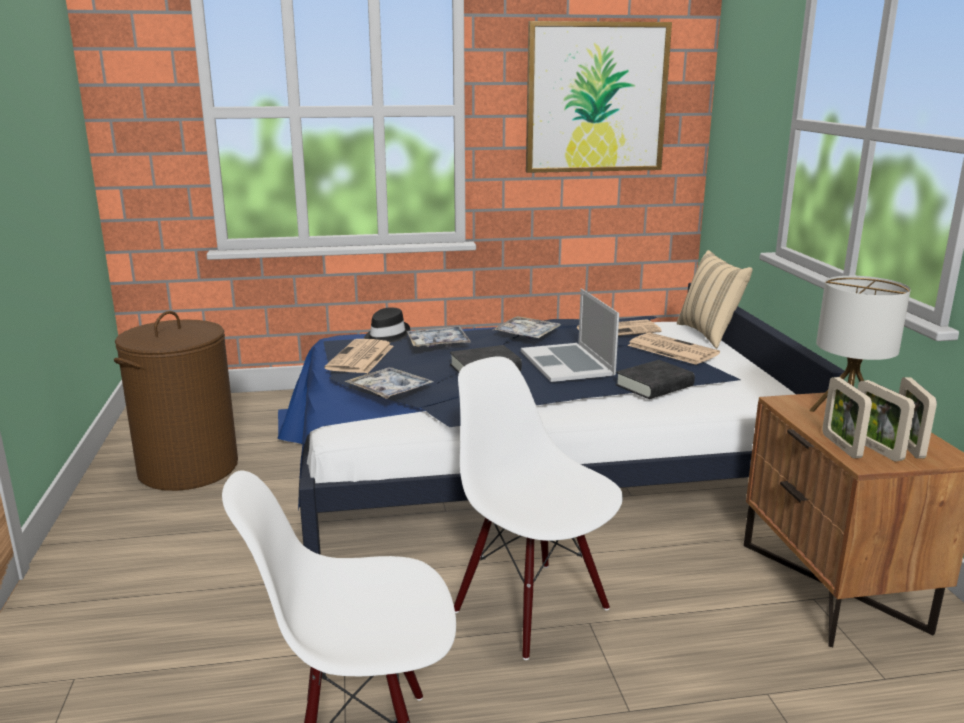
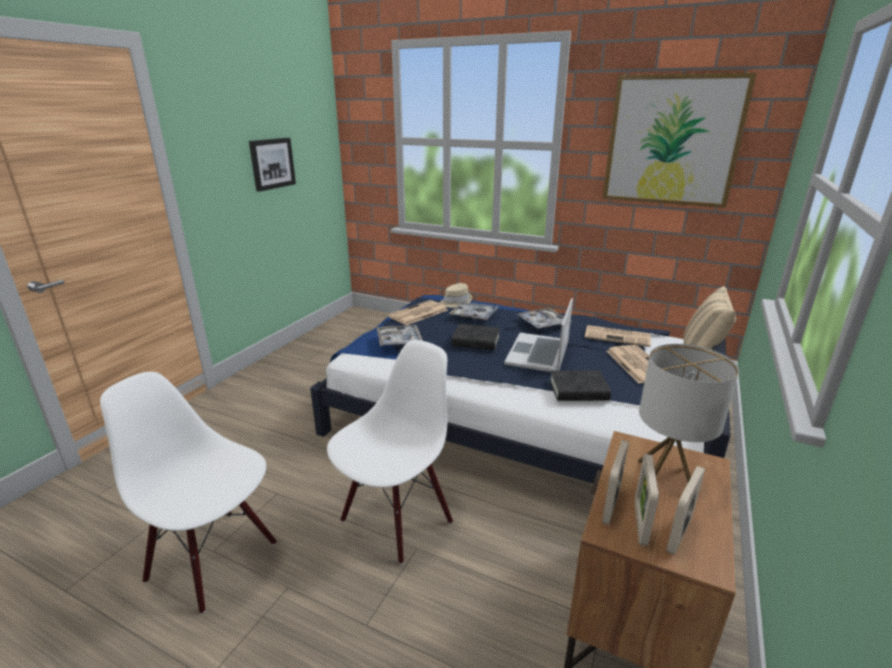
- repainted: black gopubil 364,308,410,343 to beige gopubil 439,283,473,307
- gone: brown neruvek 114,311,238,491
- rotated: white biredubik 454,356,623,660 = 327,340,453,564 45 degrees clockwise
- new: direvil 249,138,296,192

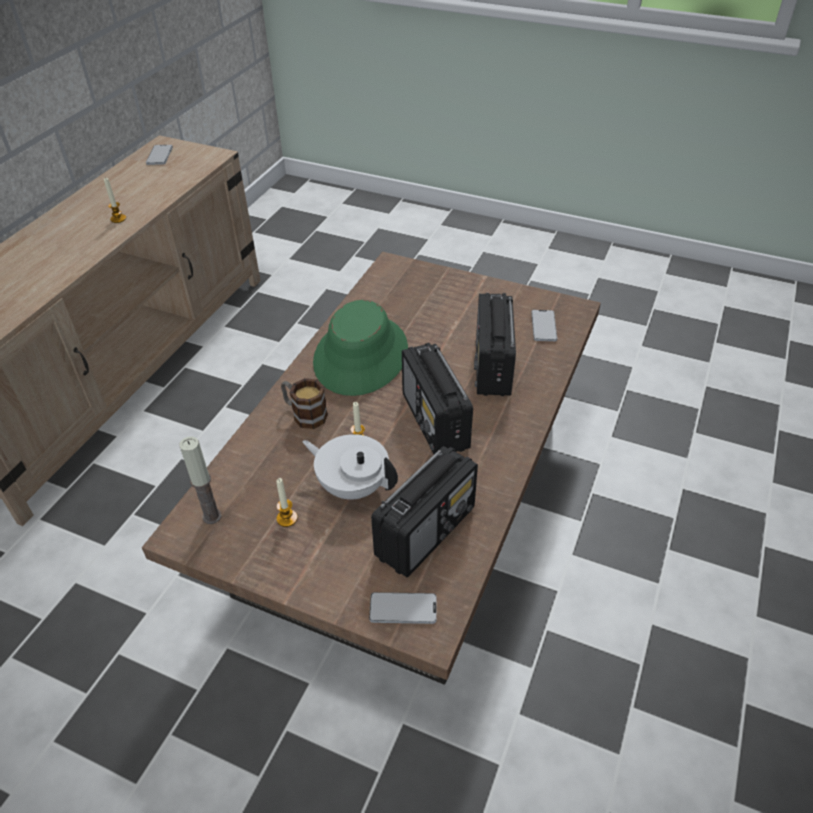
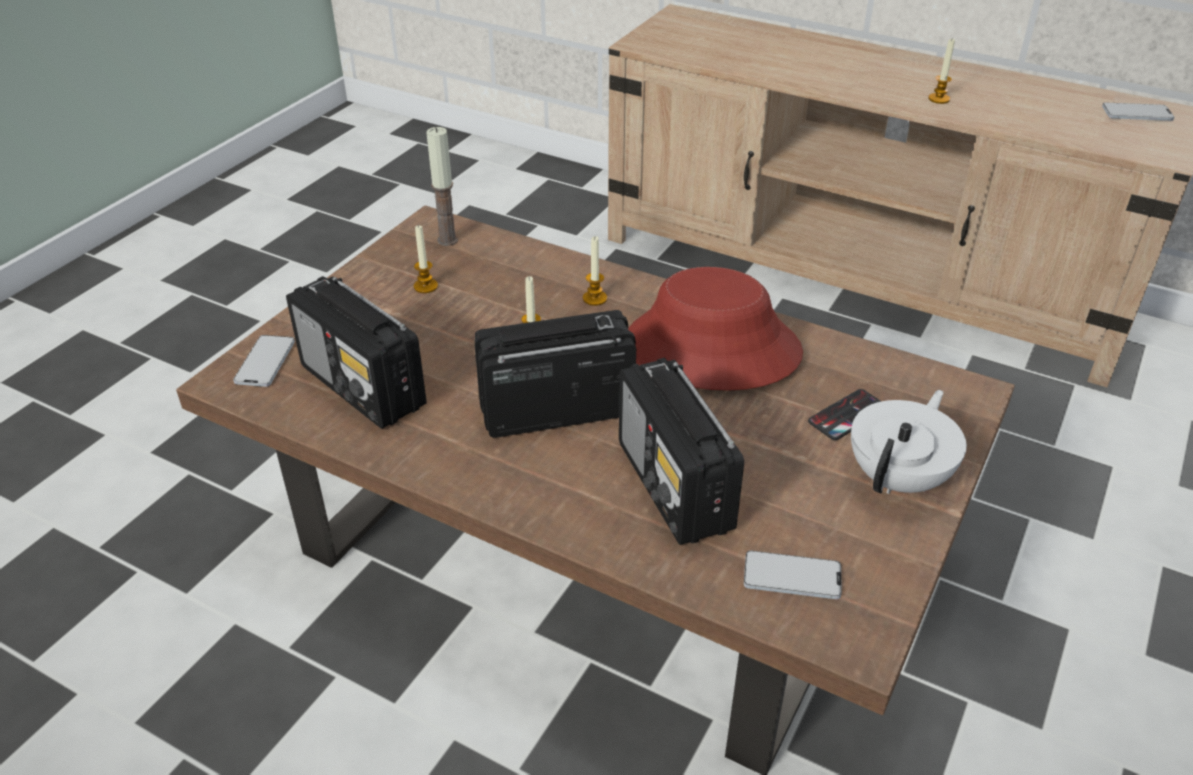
- rotated: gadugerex 474,293,516,396 = 619,358,744,545 120 degrees counterclockwise
- repainted: green gopubil 313,300,408,396 to red gopubil 628,267,803,391
- swapped: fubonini 281,378,328,429 to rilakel 583,236,607,306
- shifted: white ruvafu 302,434,398,500 to 851,390,967,494
- new: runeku 808,389,881,440

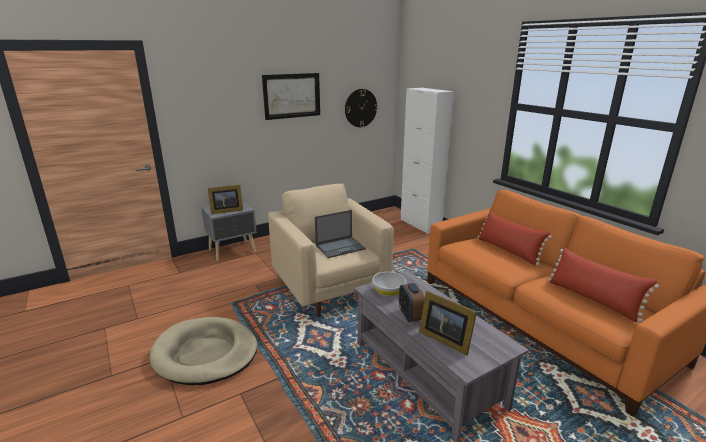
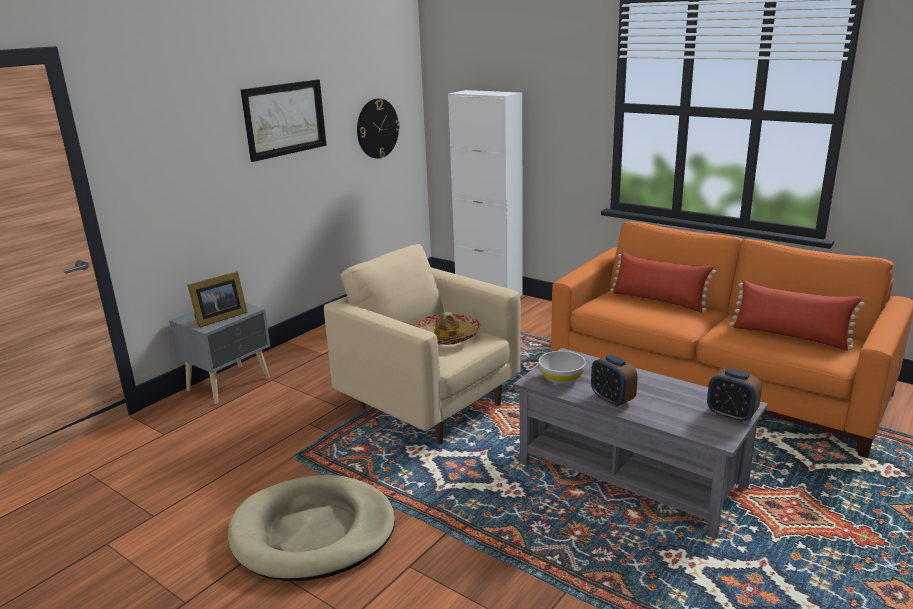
- swapped: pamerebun 315,210,366,258 to gopubil 415,312,481,345
- gone: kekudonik 419,291,477,356
- new: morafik 707,369,762,423

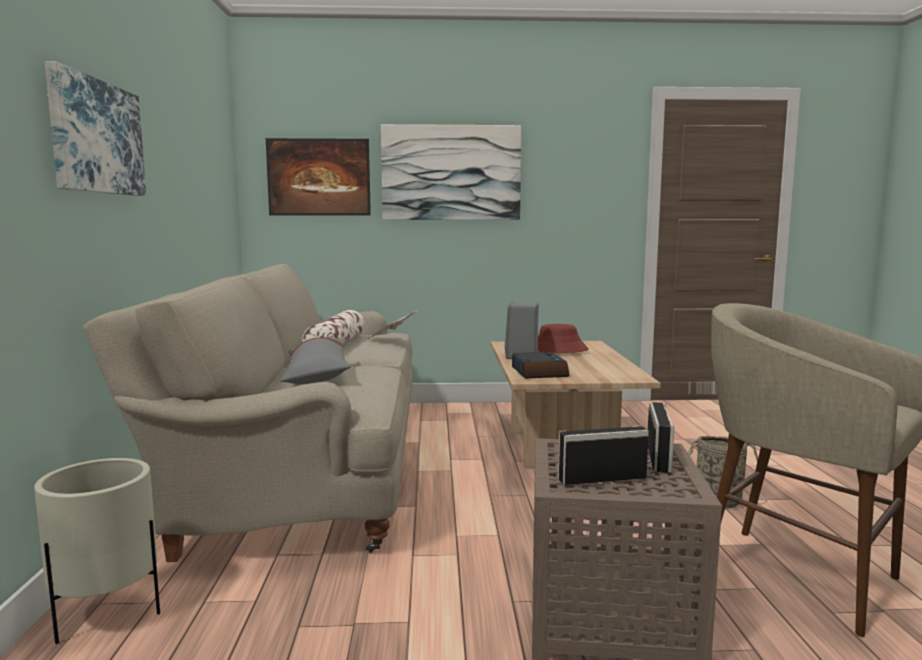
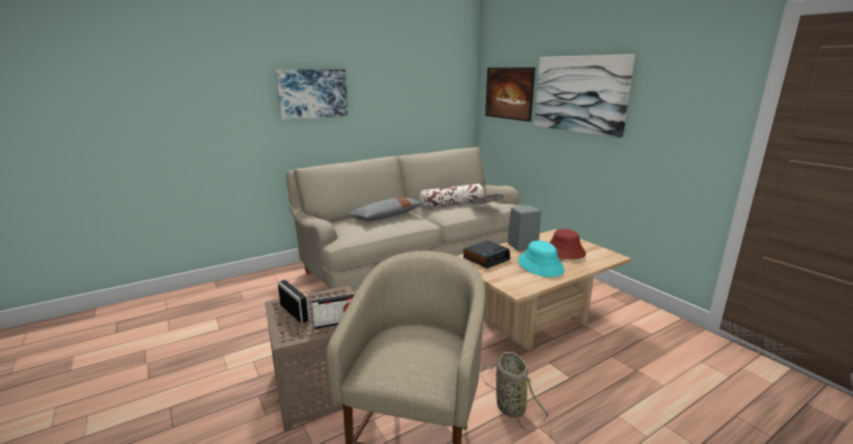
- gone: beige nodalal 34,458,160,644
- new: turquoise gopubil 518,240,565,277

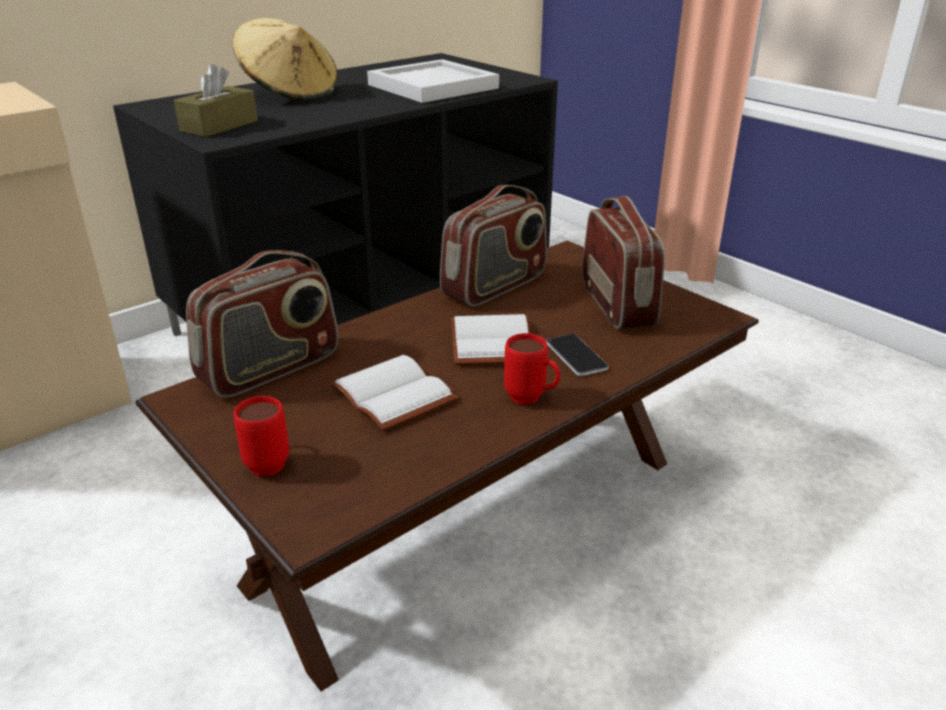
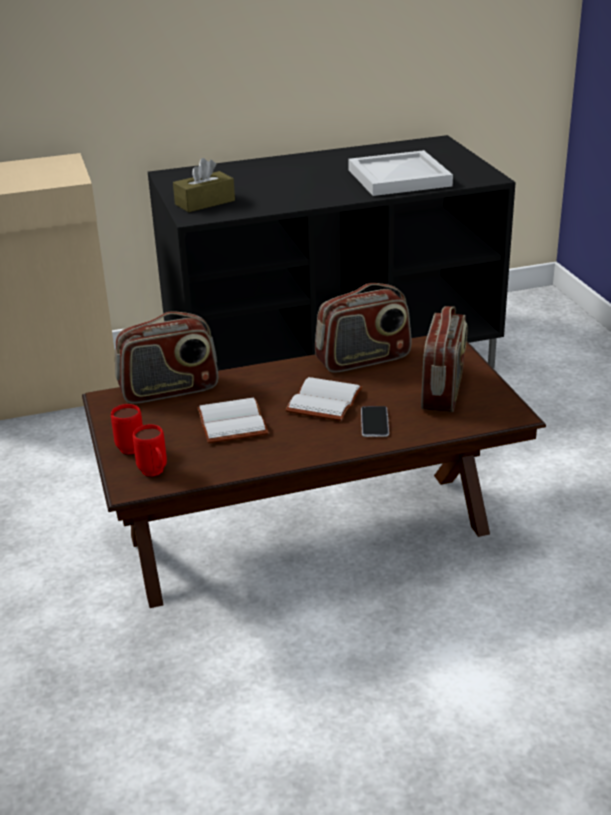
- gone: beige gopubil 233,18,338,101
- shifted: red fubonini 504,333,561,405 to 133,424,167,477

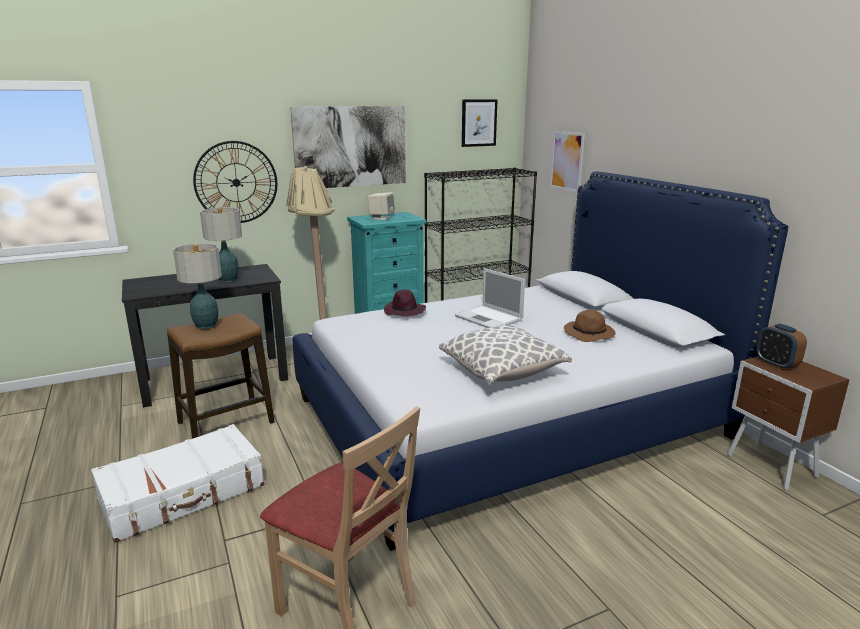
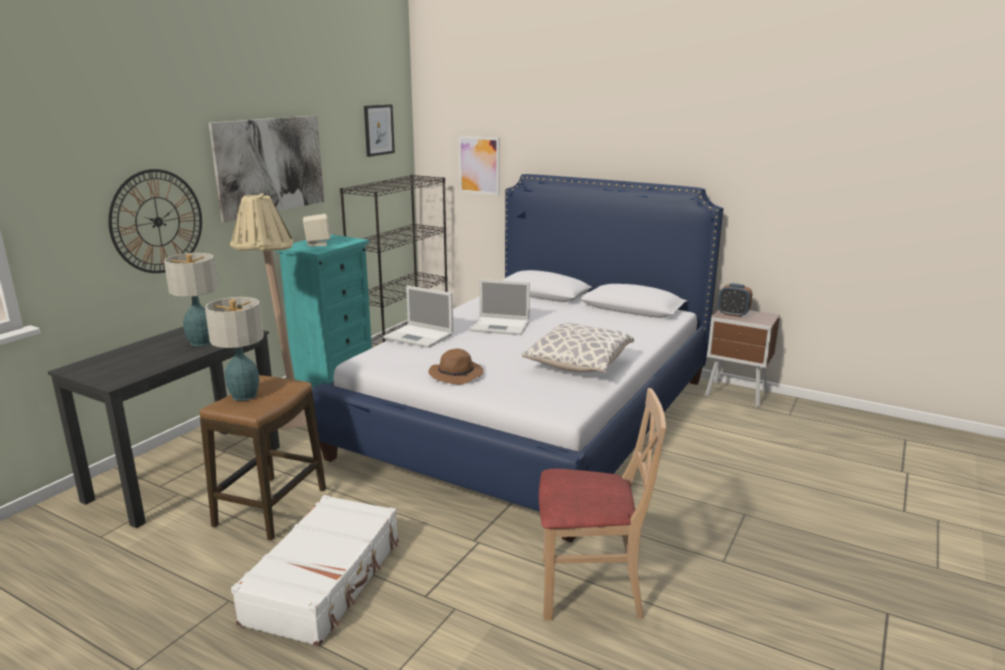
- swapped: purple gopubil 384,289,426,316 to pamerebun 383,285,453,348
- shifted: brown gopubil 564,310,616,342 to 428,348,484,385

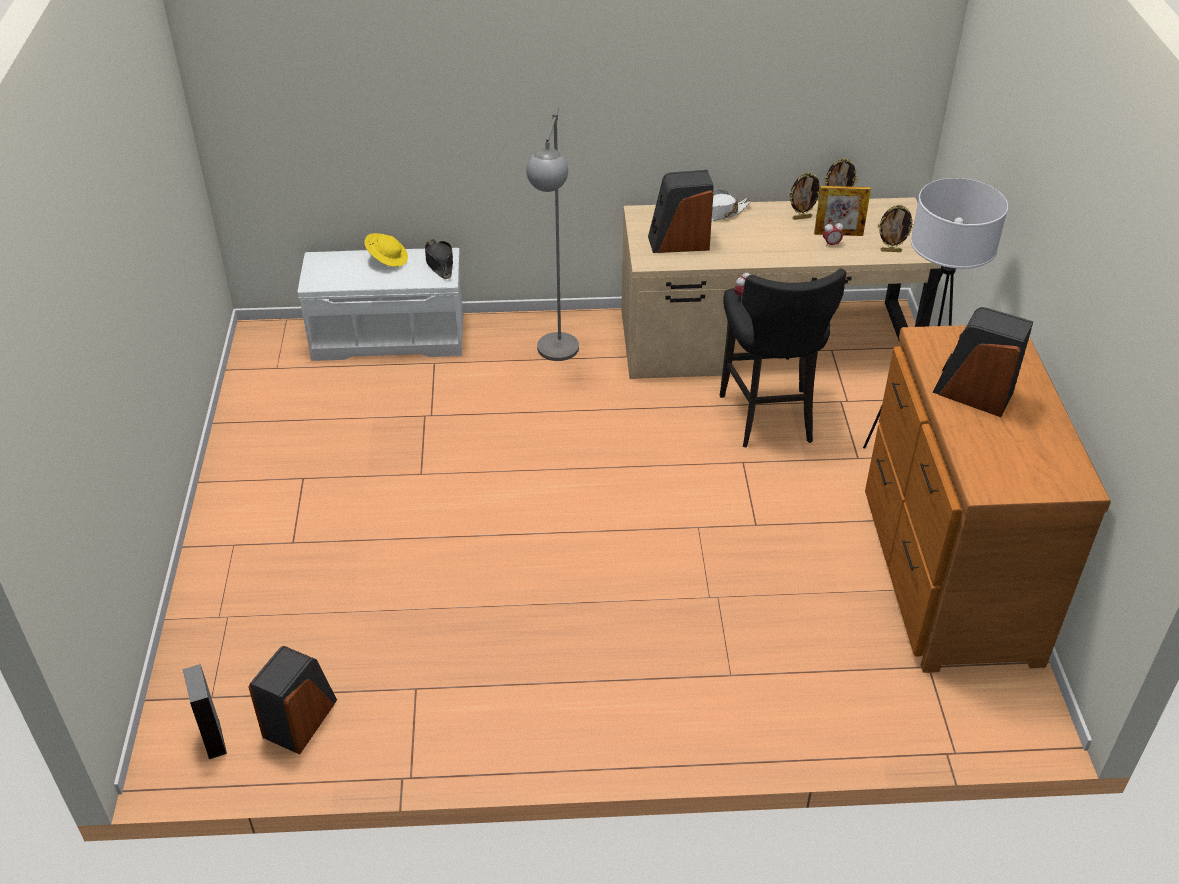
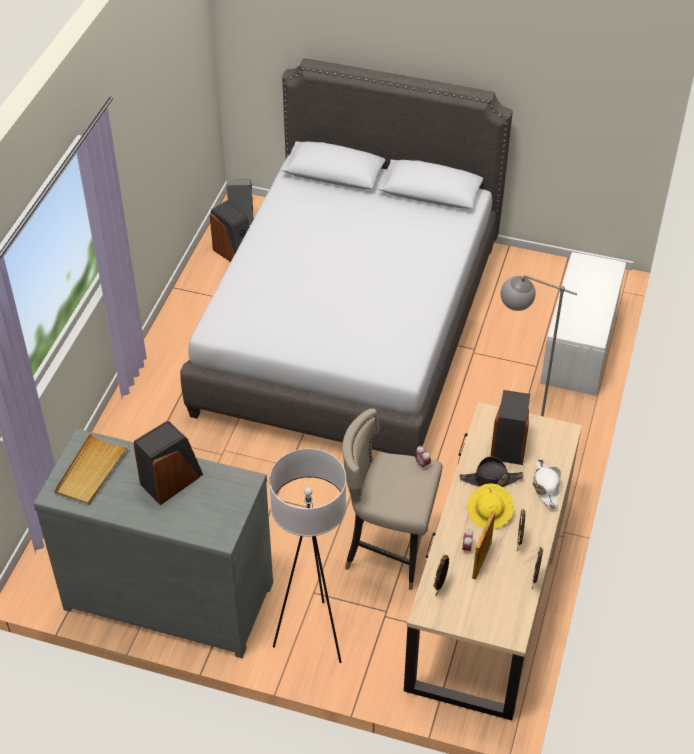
- shifted: yellow gopubil 364,233,408,267 to 467,483,514,530
- shifted: black gopubil 425,239,453,279 to 460,456,524,487
- repainted: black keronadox 720,268,846,448 to beige keronadox 342,409,443,590
- repainted: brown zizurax 865,325,1111,673 to grey zizurax 33,429,273,658
- new: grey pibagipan 180,58,513,456
- new: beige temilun 54,433,129,505

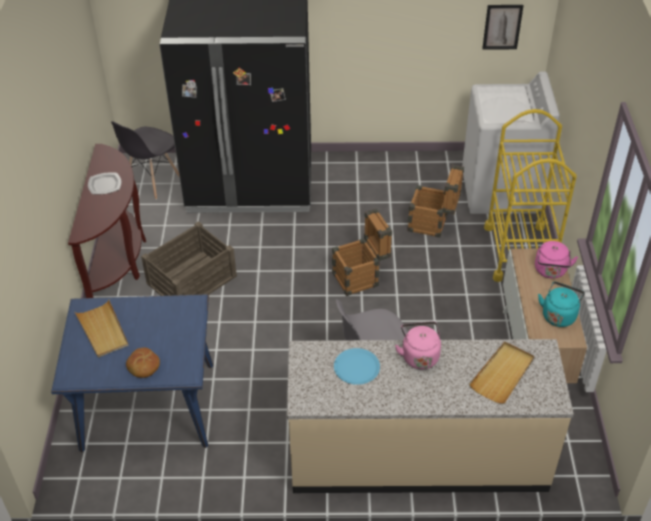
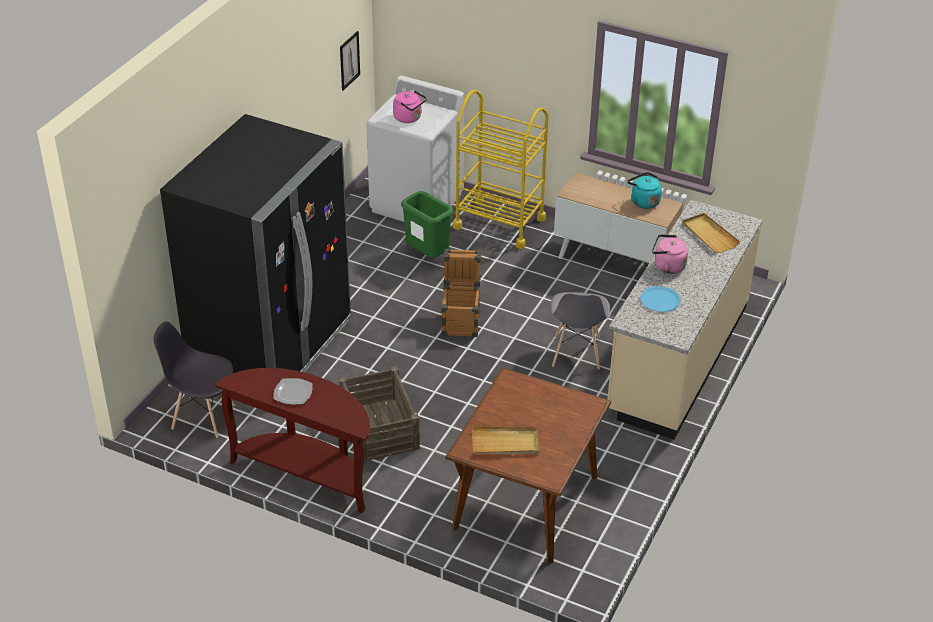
- rotated: grey biredubik 111,121,180,200 = 153,321,235,438 135 degrees clockwise
- swapped: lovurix 407,165,464,238 to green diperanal 401,191,453,257
- shifted: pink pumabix 535,241,578,279 to 393,90,427,123
- repainted: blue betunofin 51,294,213,452 to brown betunofin 445,368,611,563
- gone: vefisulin 126,348,160,378

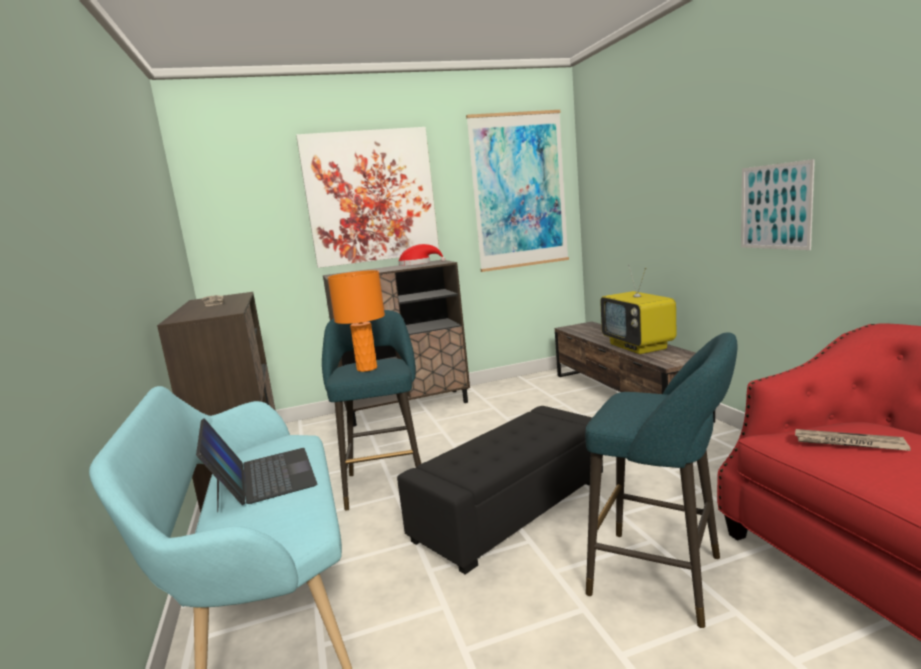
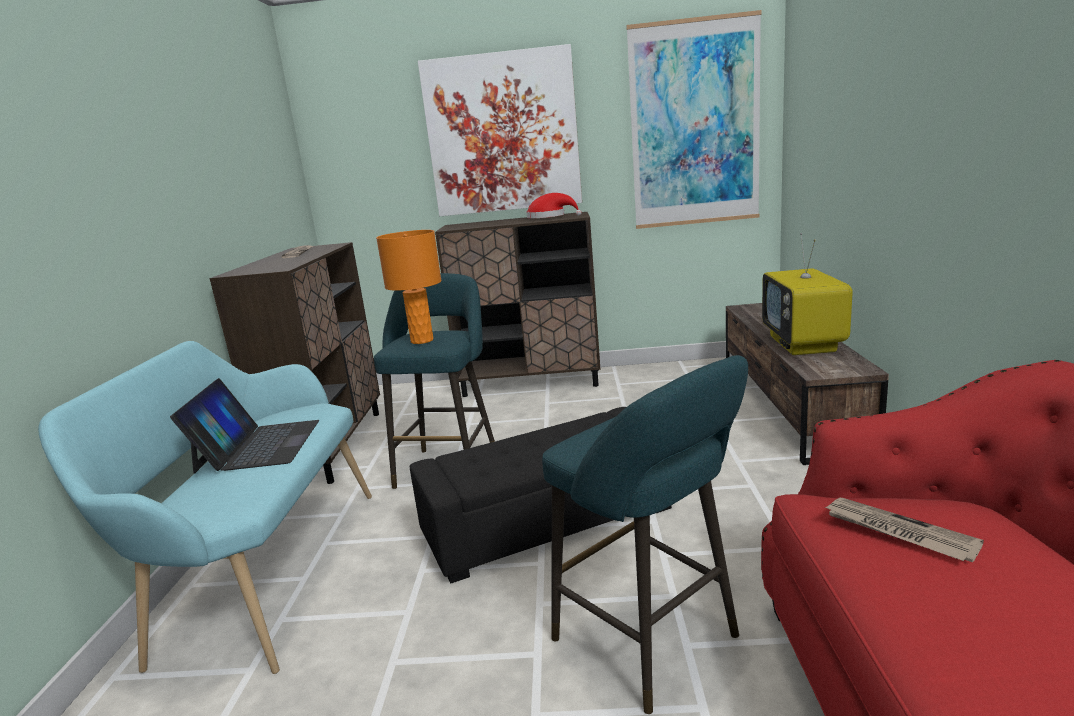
- gone: direvil 741,159,815,250

